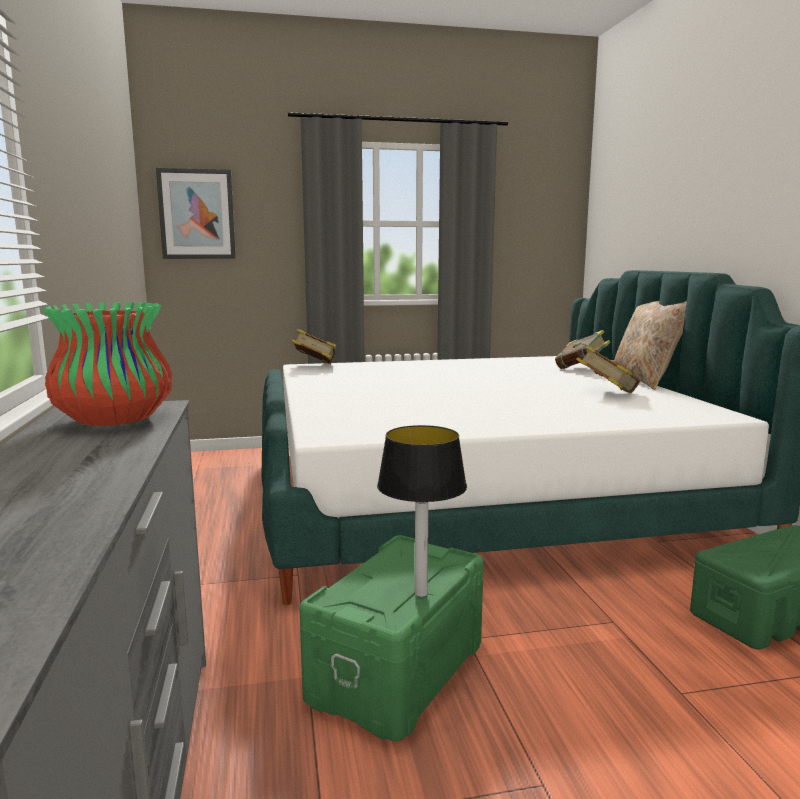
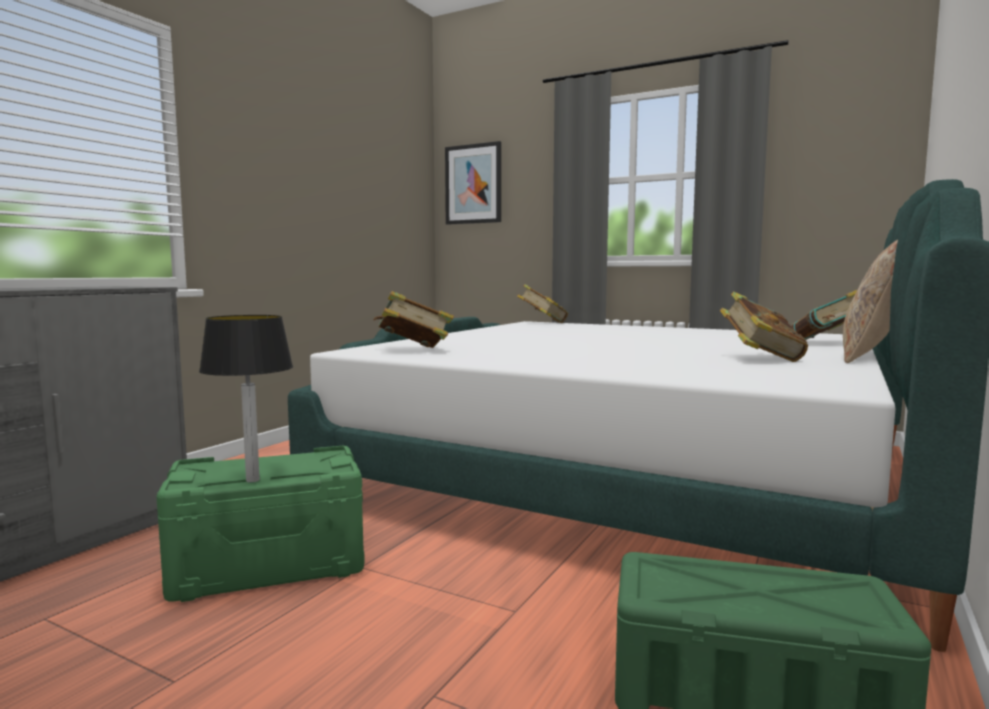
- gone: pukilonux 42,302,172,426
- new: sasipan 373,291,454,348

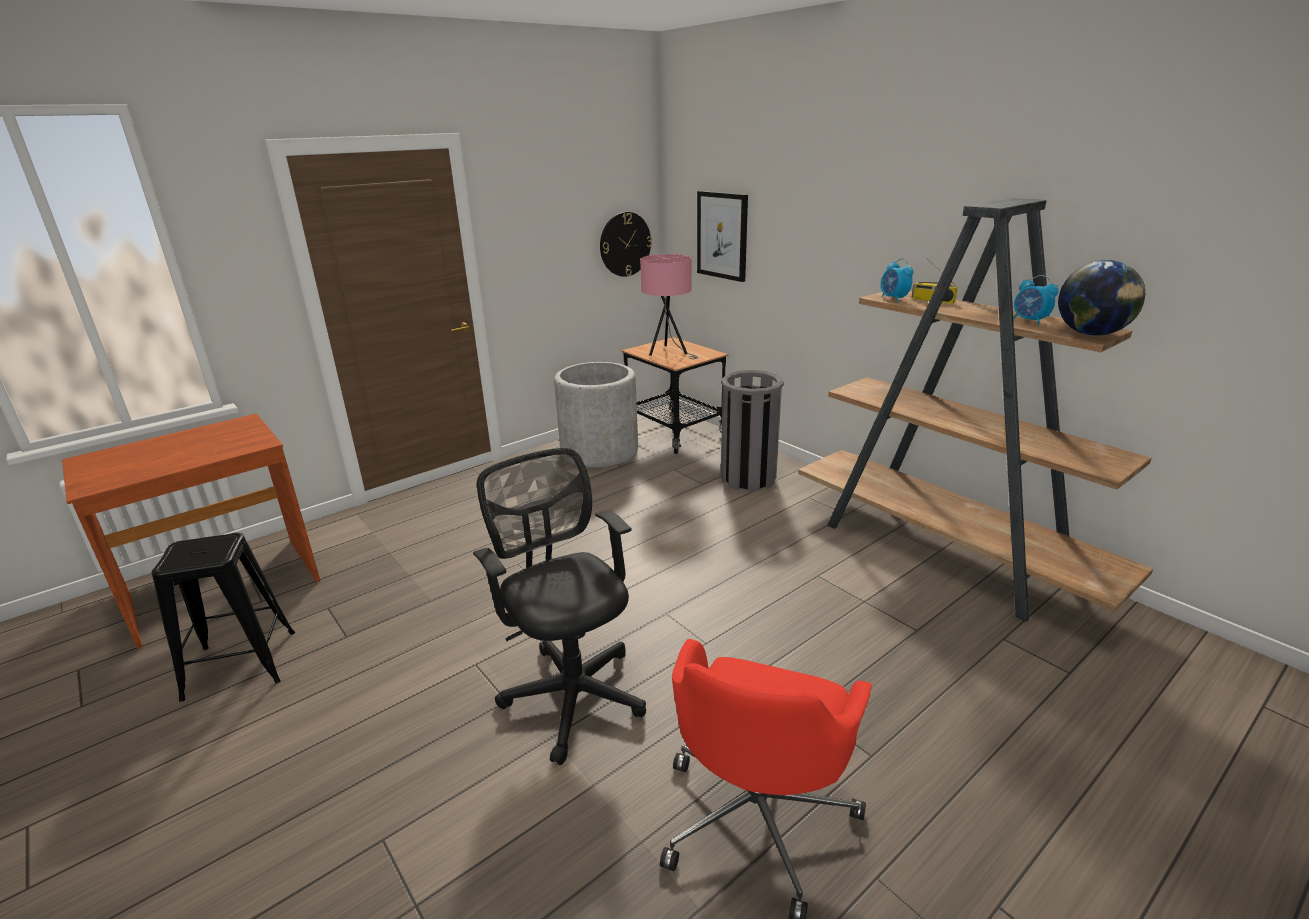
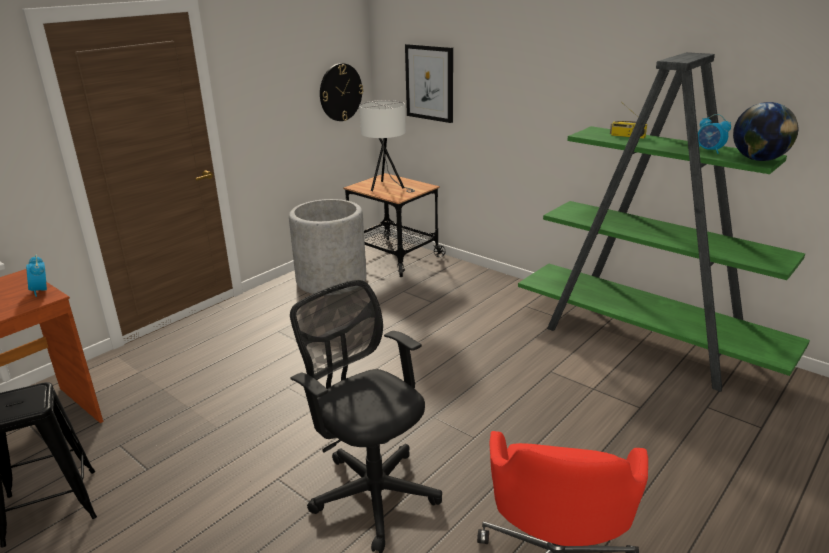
- repainted: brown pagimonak 798,198,1153,622 to green pagimonak 518,52,810,392
- repainted: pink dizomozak 640,254,698,359 to white dizomozak 359,100,415,192
- shifted: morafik 881,258,914,302 to 26,254,47,297
- gone: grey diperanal 721,370,784,491

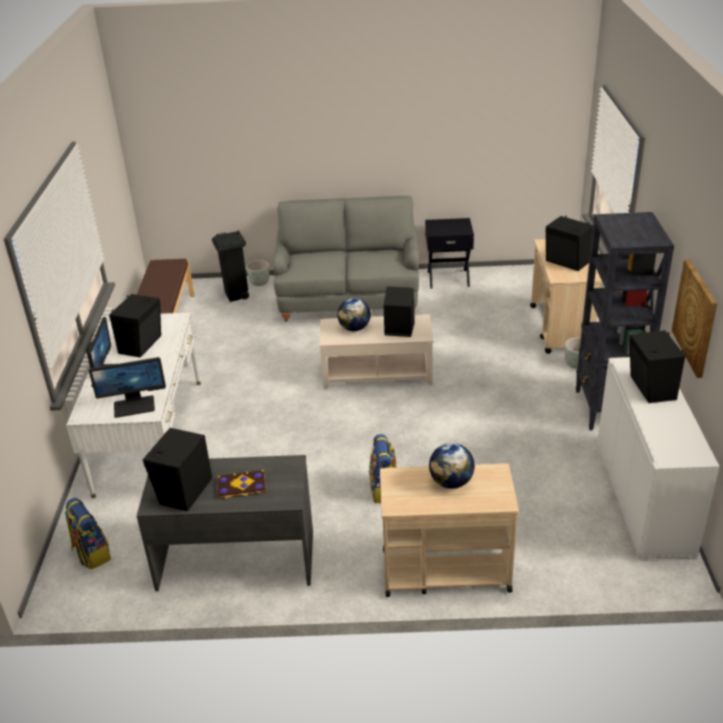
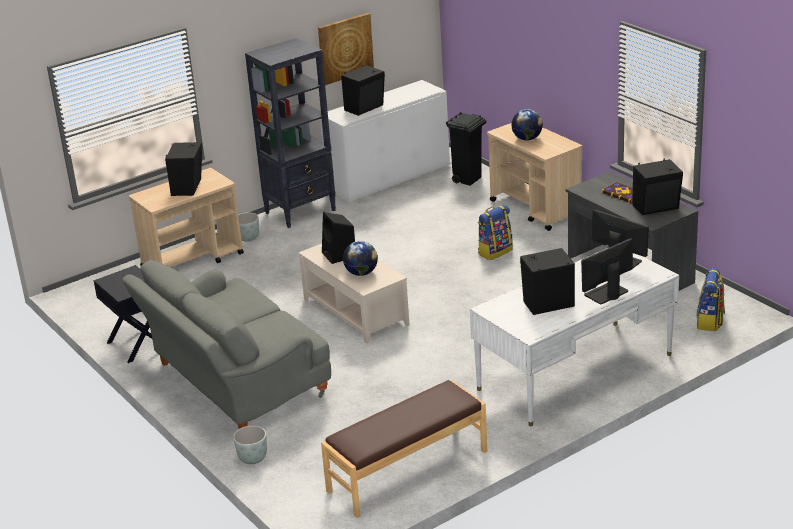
- shifted: black diperanal 212,230,249,302 to 446,112,486,186

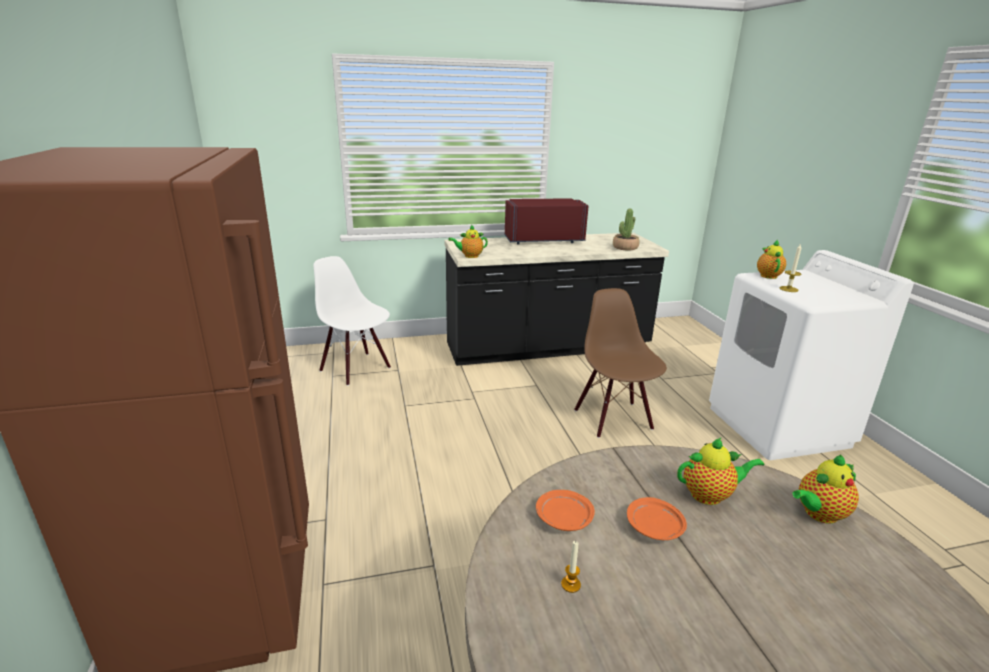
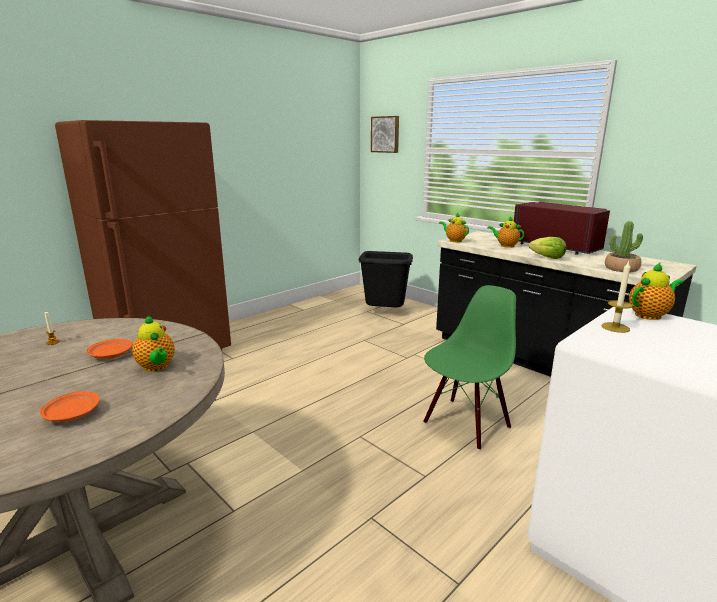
- swapped: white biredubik 313,256,391,386 to black diperanal 359,251,413,307
- repainted: brown biredubik 574,288,667,438 to green biredubik 423,285,516,450
- shifted: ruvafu 792,454,859,524 to 488,216,524,248
- shifted: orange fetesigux 536,490,595,531 to 40,391,100,422
- new: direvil 371,116,399,153
- new: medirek 529,237,566,259

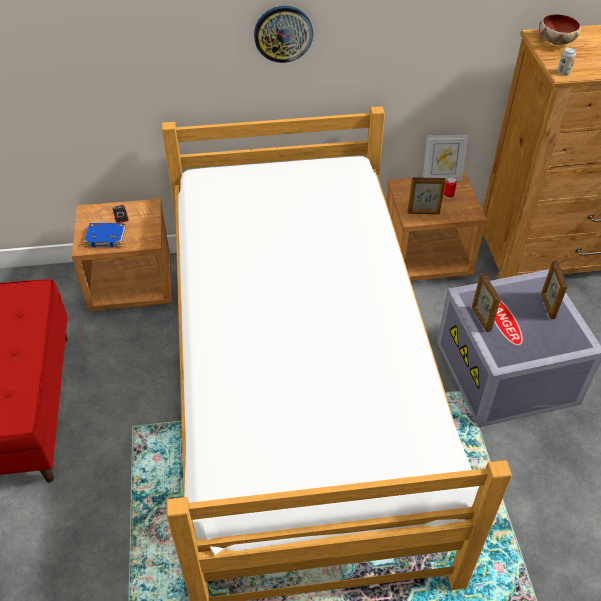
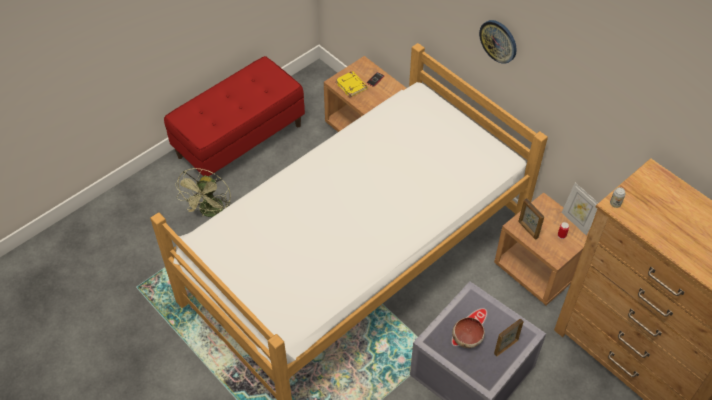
- shifted: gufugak 539,14,581,45 to 452,317,485,348
- repainted: blue sasipan 84,223,125,248 to yellow sasipan 335,71,367,97
- gone: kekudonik 472,273,501,332
- new: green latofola 175,168,232,217

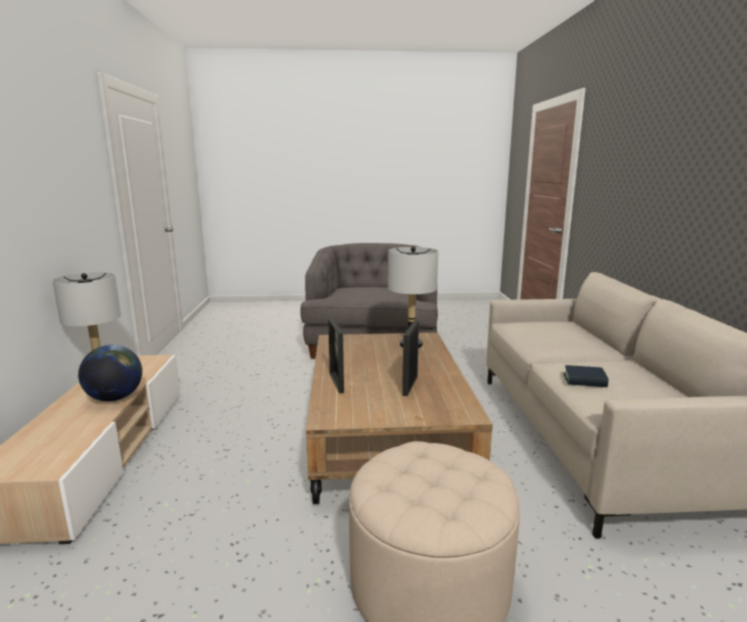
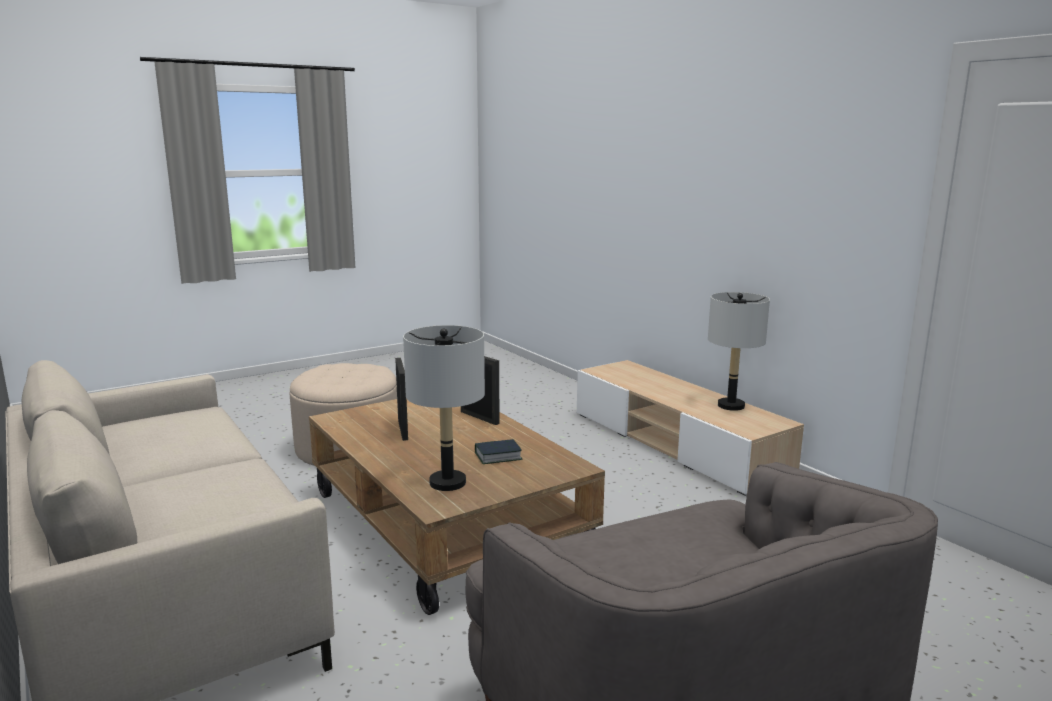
- gone: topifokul 78,345,142,402
- shifted: sasipan 563,365,609,387 to 475,439,523,464

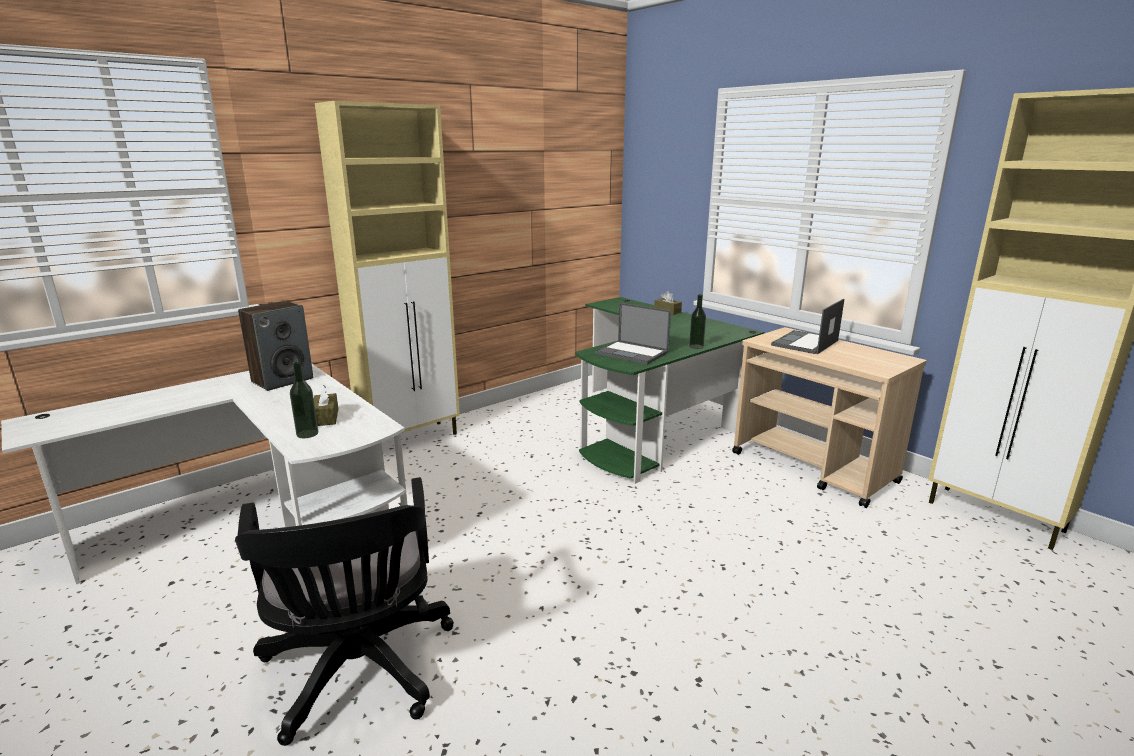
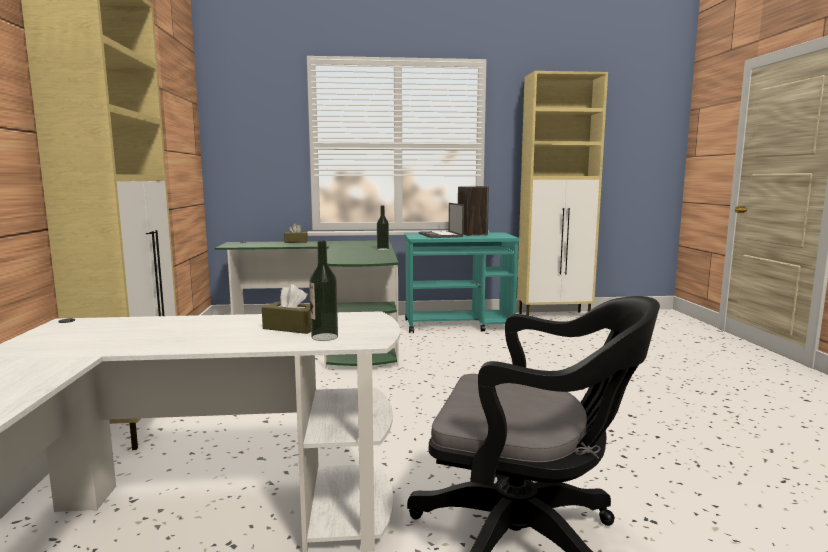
- shifted: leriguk 238,301,313,391 to 458,186,489,236
- gone: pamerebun 595,303,671,365
- repainted: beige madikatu 732,327,927,508 to turquoise madikatu 405,232,519,333

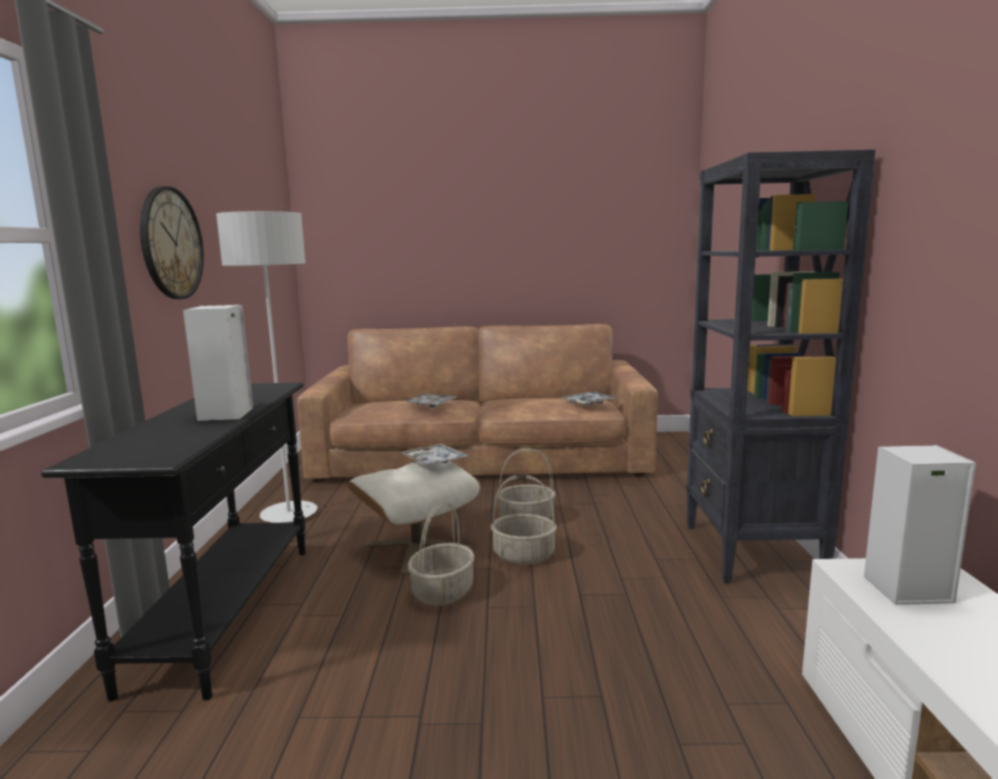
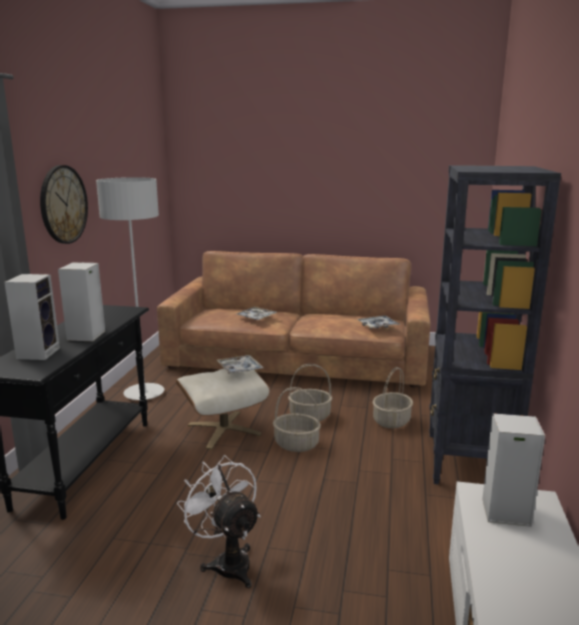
- shifted: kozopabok 408,501,475,606 to 373,367,413,428
- new: leriguk 4,274,60,360
- new: white latofola 177,455,261,588

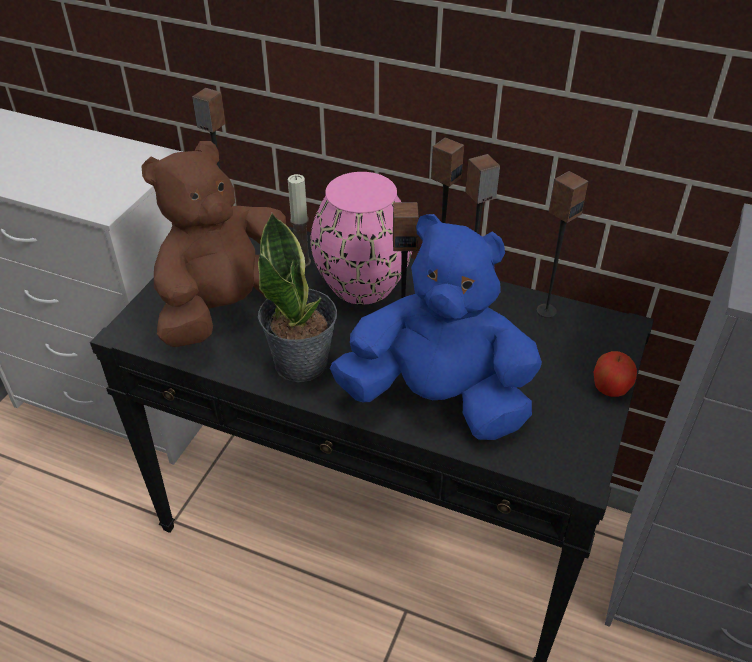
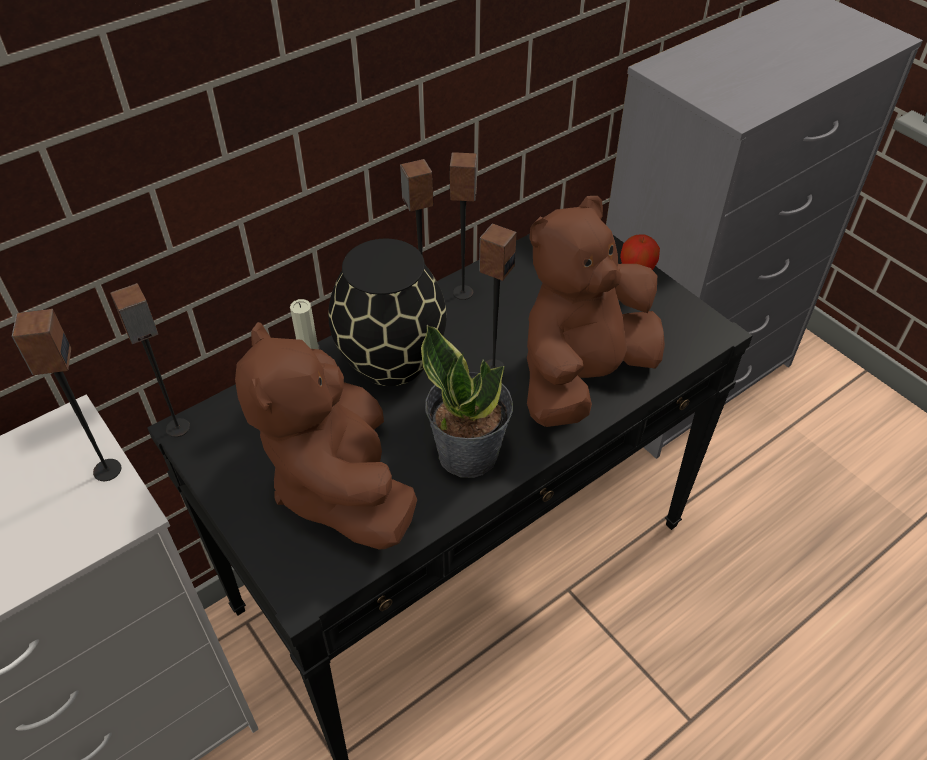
- shifted: leriguk 536,171,589,318 to 12,309,121,481
- repainted: pink pukilonux 310,172,412,305 to black pukilonux 328,239,447,386
- repainted: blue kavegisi 330,214,542,440 to brown kavegisi 527,196,665,427

